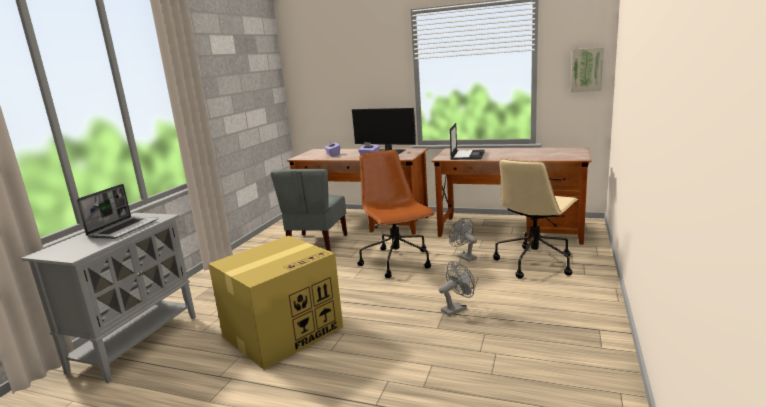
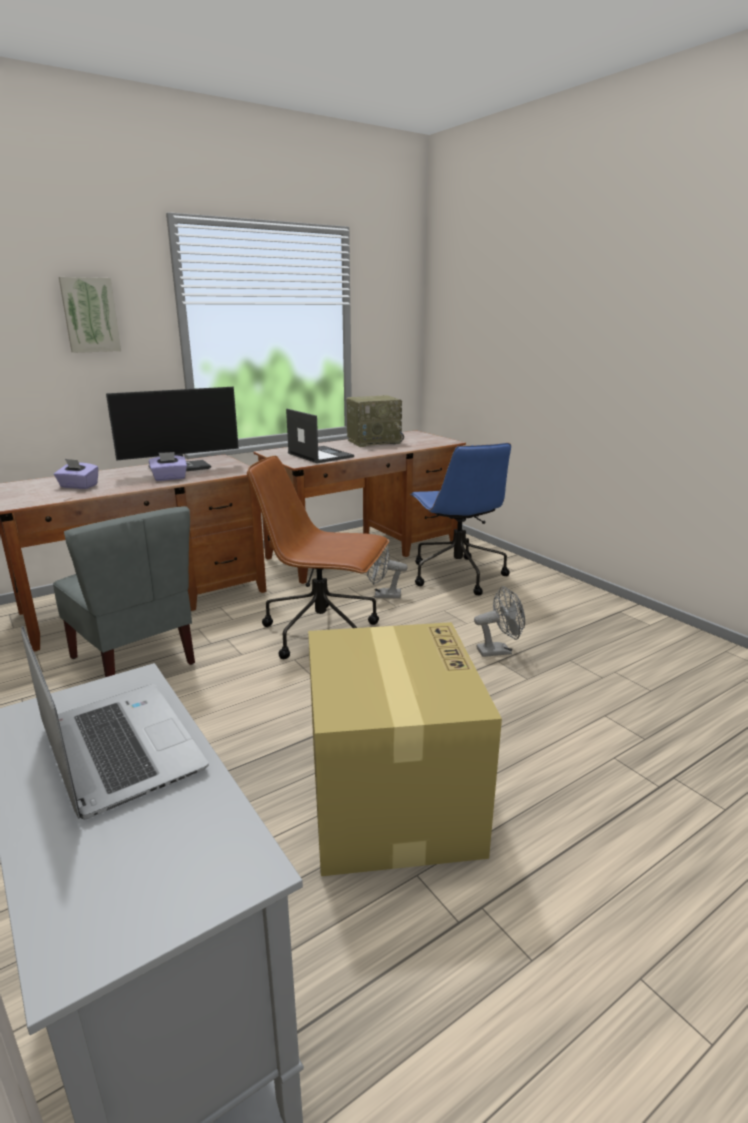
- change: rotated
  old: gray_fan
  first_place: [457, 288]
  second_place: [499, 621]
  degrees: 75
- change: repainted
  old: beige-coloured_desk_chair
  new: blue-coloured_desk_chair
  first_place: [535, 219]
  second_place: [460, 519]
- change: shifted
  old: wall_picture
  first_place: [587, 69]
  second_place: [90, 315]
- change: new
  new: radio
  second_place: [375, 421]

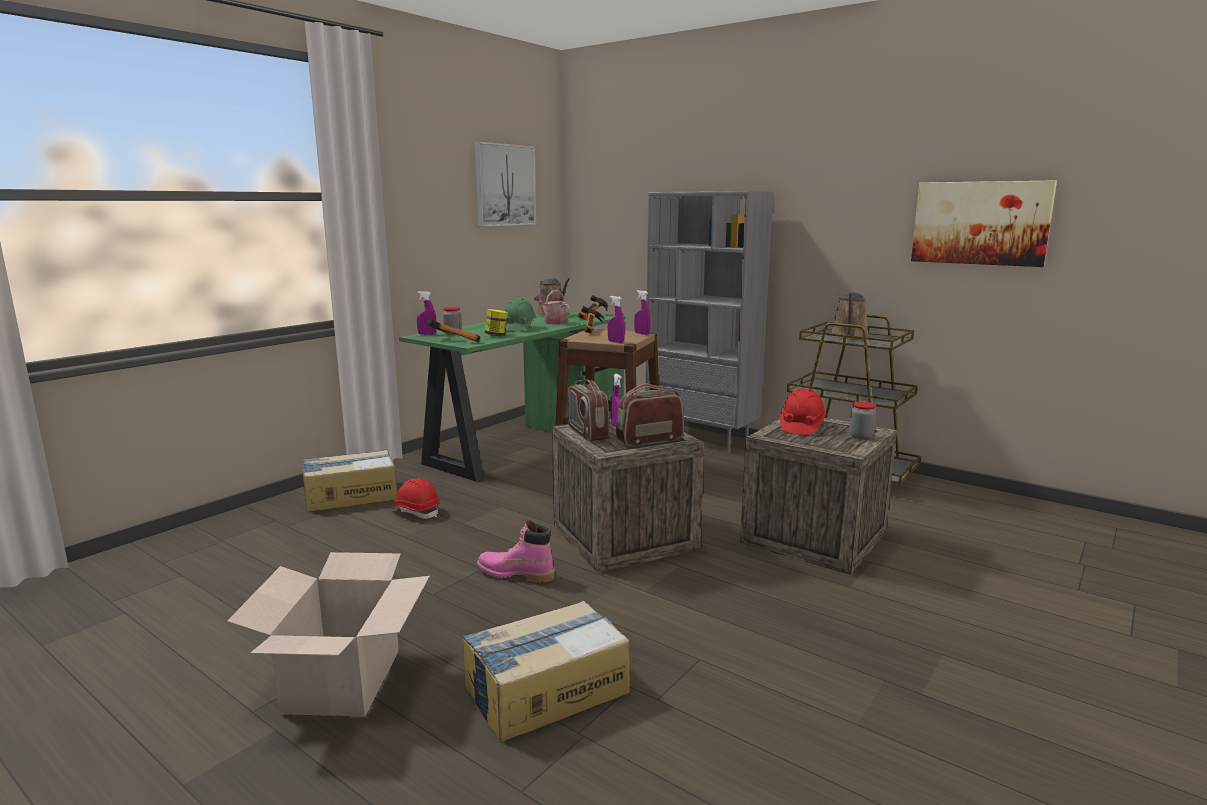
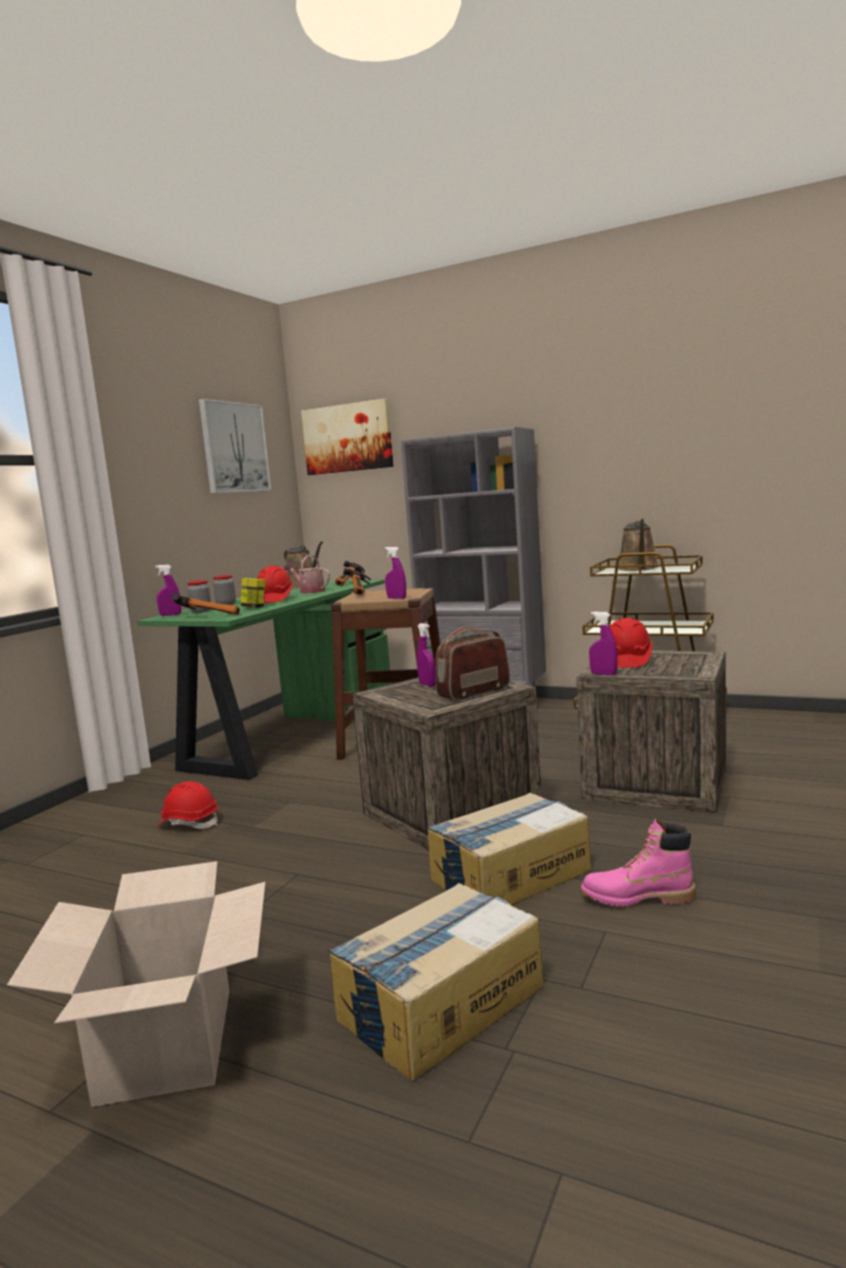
- change: shifted
  old: cardboard_box
  first_place: [350, 481]
  second_place: [508, 849]
- change: shifted
  old: pink_tall_boot
  first_place: [516, 551]
  second_place: [638, 862]
- change: repainted
  old: greenish_hard_hat
  new: red-coloured_hard_hat
  first_place: [520, 314]
  second_place: [275, 584]
- change: gone
  old: radio
  first_place: [588, 410]
- change: shifted
  old: purple_hand_sprayer
  first_place: [642, 312]
  second_place: [603, 643]
- change: shifted
  old: preserve_jar
  first_place: [862, 420]
  second_place: [224, 590]
- change: shifted
  old: wall_picture
  first_place: [984, 223]
  second_place: [347, 436]

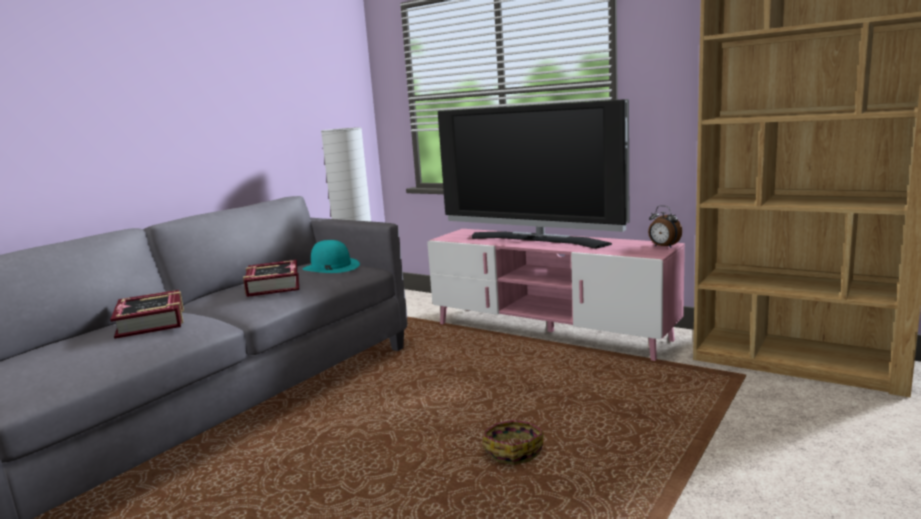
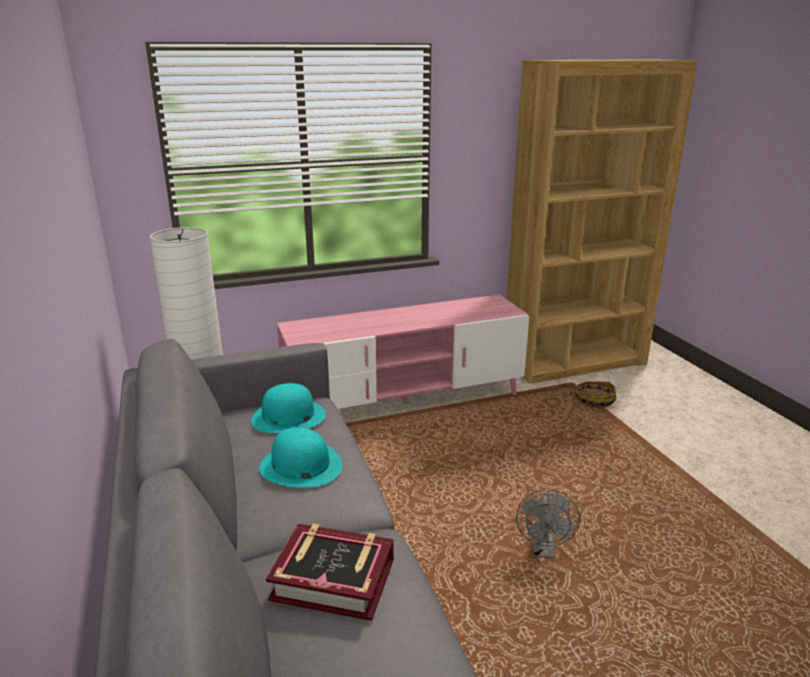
- change: swapped
  old: book
  new: turquoise-coloured_clothing_hat
  first_place: [271, 278]
  second_place: [300, 457]
- change: gone
  old: television
  first_place: [533, 174]
- change: shifted
  old: basket
  first_place: [513, 442]
  second_place: [593, 394]
- change: gone
  old: alarm_clock
  first_place: [665, 226]
- change: new
  new: gray_fan
  second_place: [548, 524]

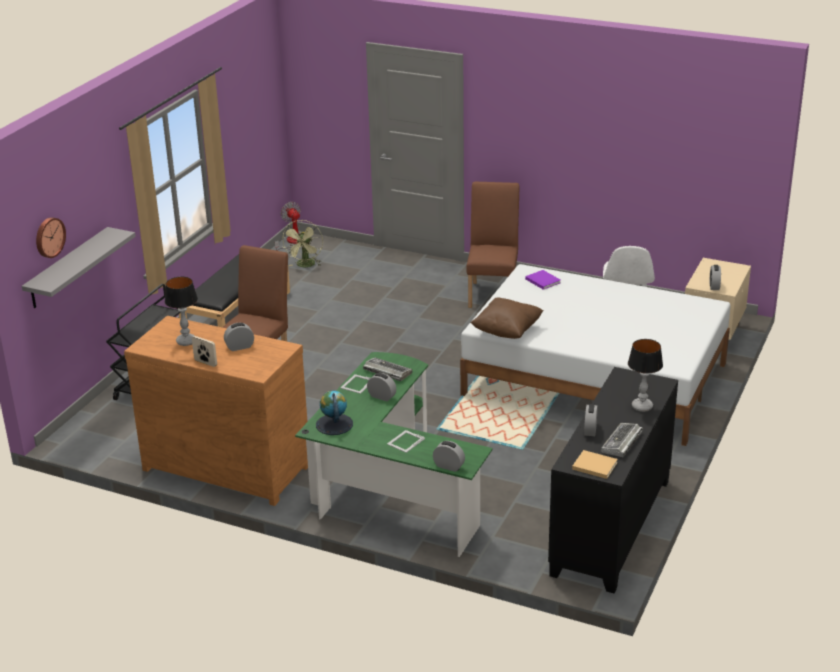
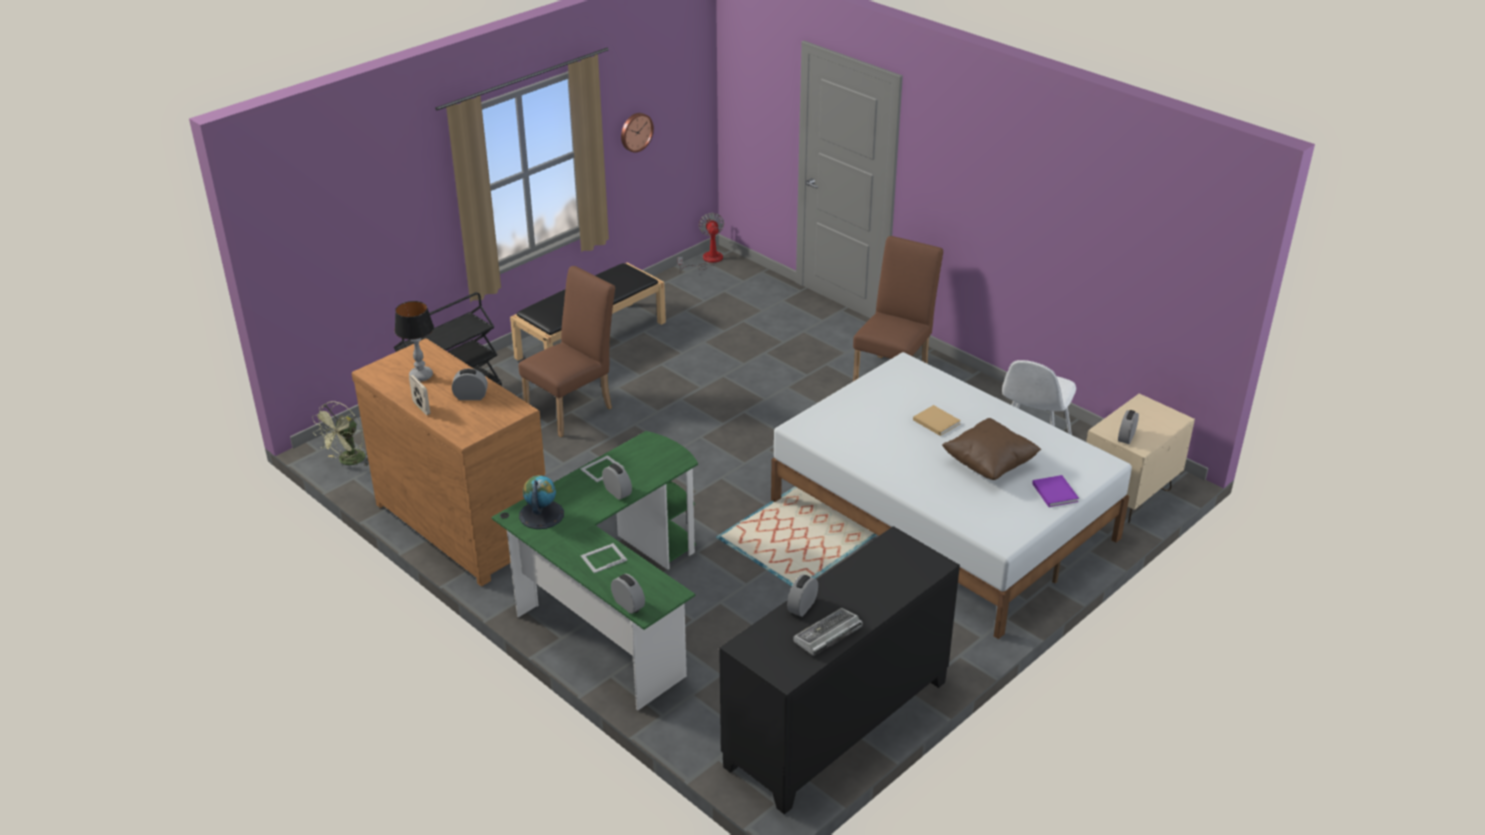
- change: gone
  old: gray_bracket_shelf
  first_place: [79, 267]
- change: shifted
  old: wall_clock
  first_place: [51, 237]
  second_place: [637, 133]
- change: shifted
  old: greenish_fan
  first_place: [302, 243]
  second_place: [340, 434]
- change: gone
  old: computer_keyboard
  first_place: [387, 369]
- change: shifted
  old: brown-coloured_cushion
  first_place: [507, 318]
  second_place: [991, 449]
- change: shifted
  old: purple_book
  first_place: [543, 280]
  second_place: [1055, 491]
- change: shifted
  old: beige-coloured_book
  first_place: [595, 464]
  second_place: [937, 420]
- change: gone
  old: lamp_for_a_table
  first_place: [645, 375]

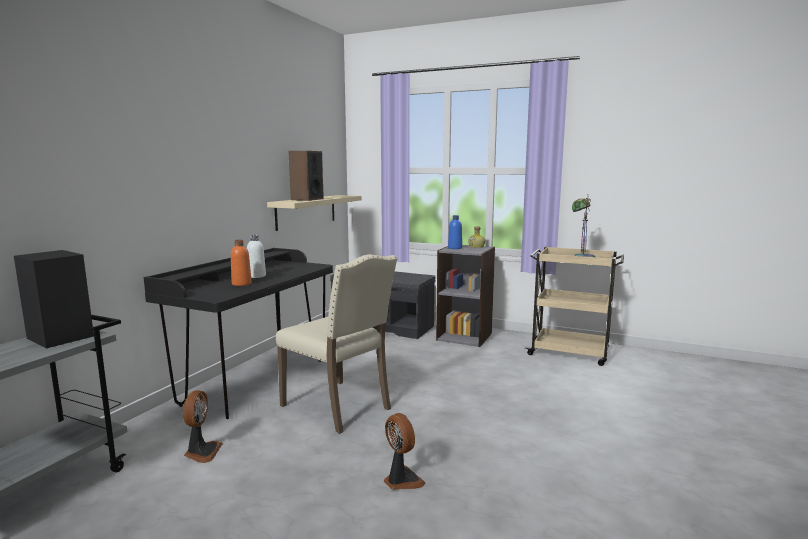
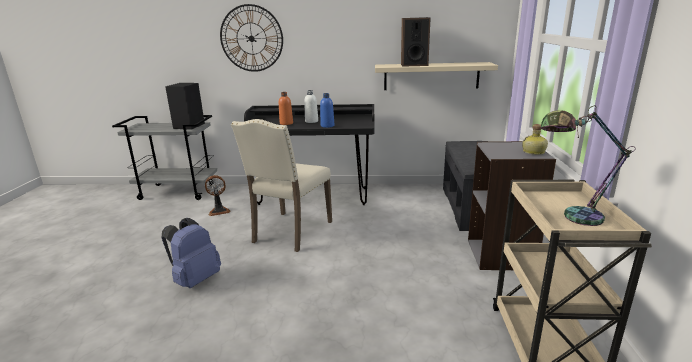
- change: swapped
  old: fan
  new: blue-coloured_knapsack
  first_place: [404, 451]
  second_place: [191, 253]
- change: shifted
  old: blue-coloured_beverage_bottle
  first_place: [455, 232]
  second_place: [327, 110]
- change: new
  new: wall_clock
  second_place: [251, 38]

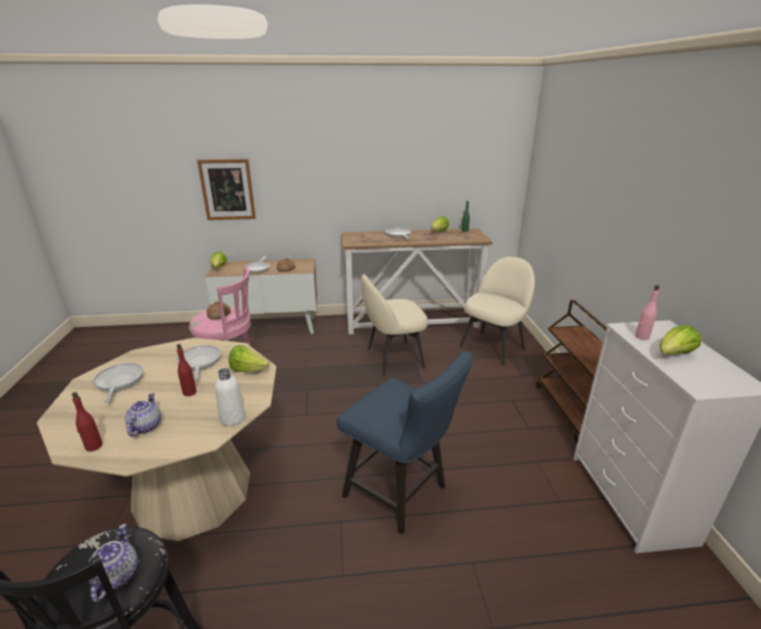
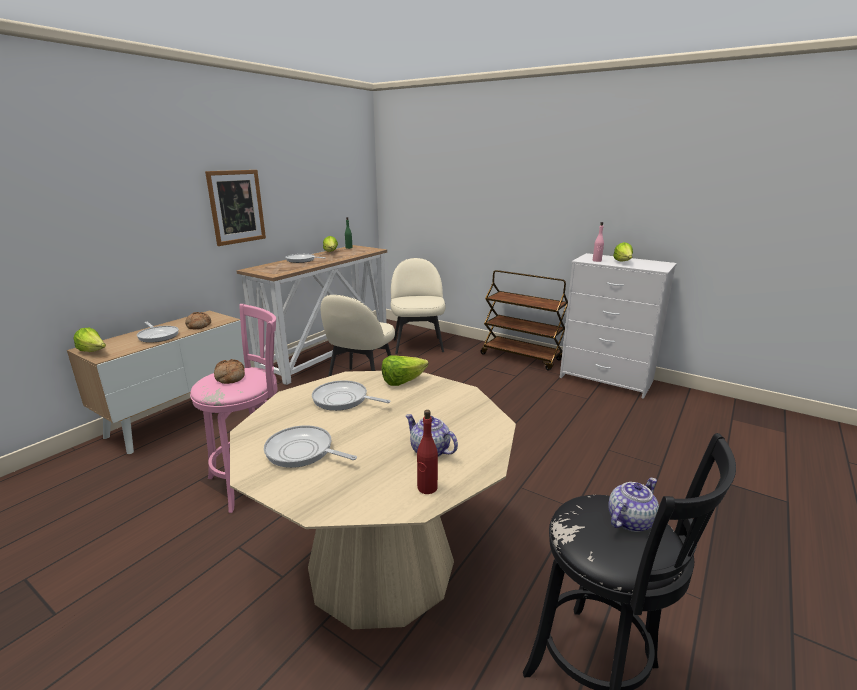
- change: rotated
  old: tea_pot
  first_place: [113, 563]
  second_place: [633, 505]
  degrees: 105
- change: gone
  old: red-coloured_beverage_bottle
  first_place: [186, 370]
- change: shifted
  old: wall_picture
  first_place: [226, 189]
  second_place: [235, 208]
- change: gone
  old: whitish_beverage_bottle
  first_place: [230, 397]
- change: gone
  old: blue-coloured_plain_chair
  first_place: [405, 442]

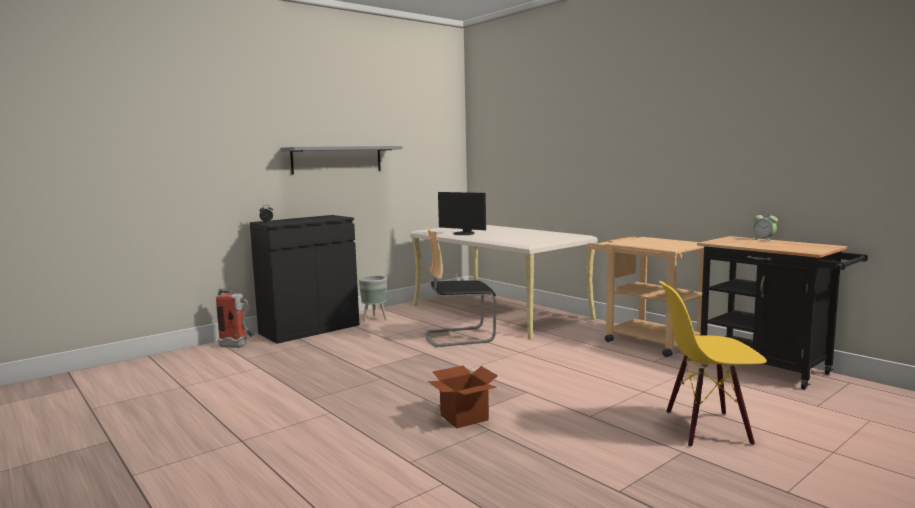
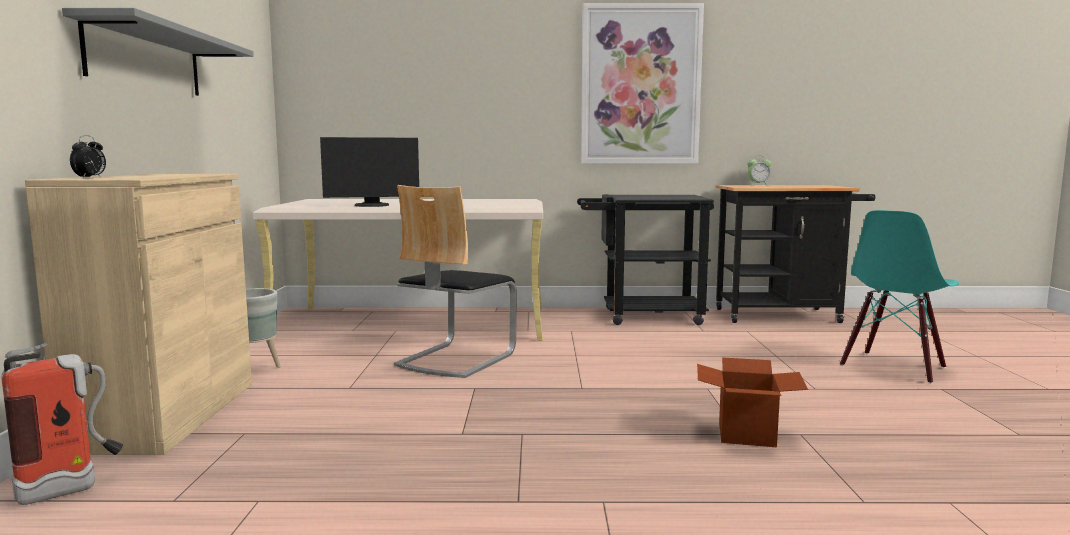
- change: repainted
  old: black_cupboard
  new: beige-coloured_cupboard
  first_place: [304, 279]
  second_place: [138, 314]
- change: repainted
  old: beige-coloured_wheeled_cart
  new: black_wheeled_cart
  first_place: [645, 297]
  second_place: [645, 259]
- change: repainted
  old: yellow-coloured_plain_chair
  new: turquoise-coloured_plain_chair
  first_place: [713, 364]
  second_place: [899, 297]
- change: new
  new: wall_picture
  second_place: [642, 83]

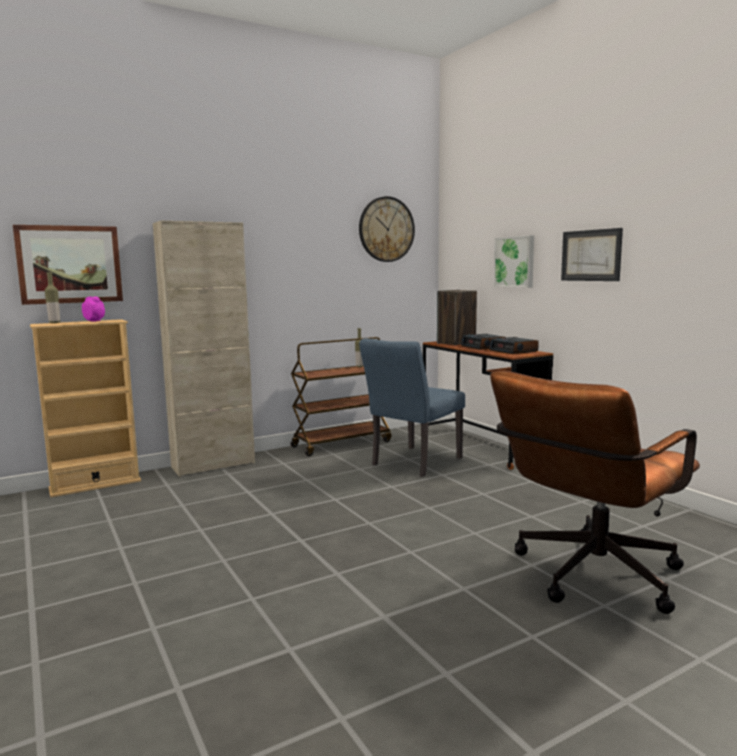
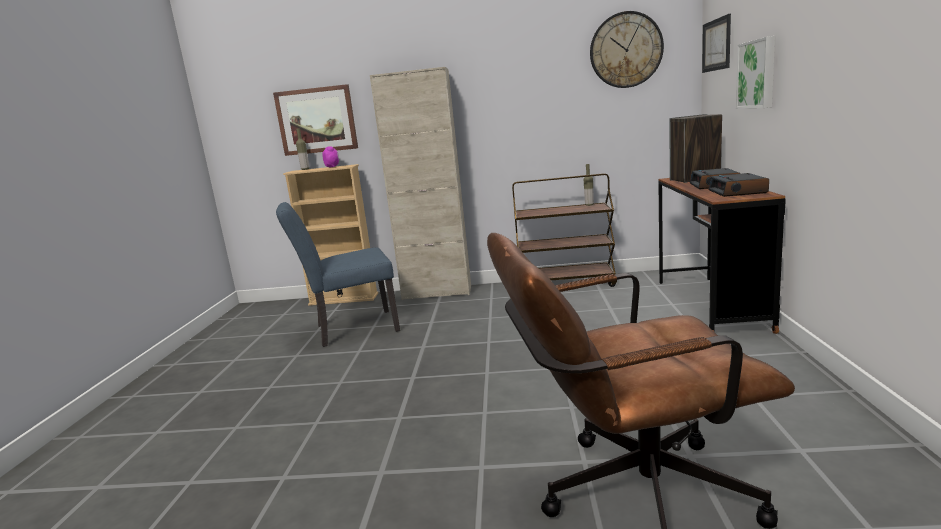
- change: shifted
  old: blue-coloured_plain_chair
  first_place: [412, 407]
  second_place: [338, 274]
- change: shifted
  old: wall_picture
  first_place: [592, 254]
  second_place: [716, 43]

